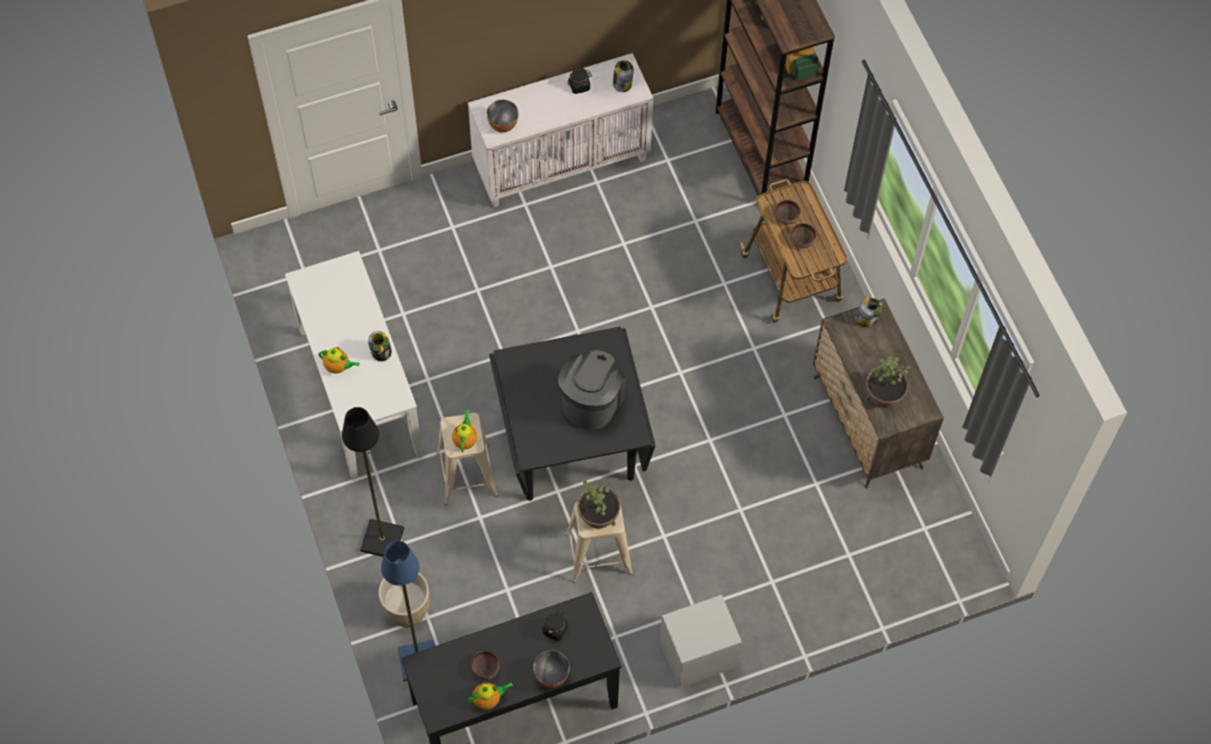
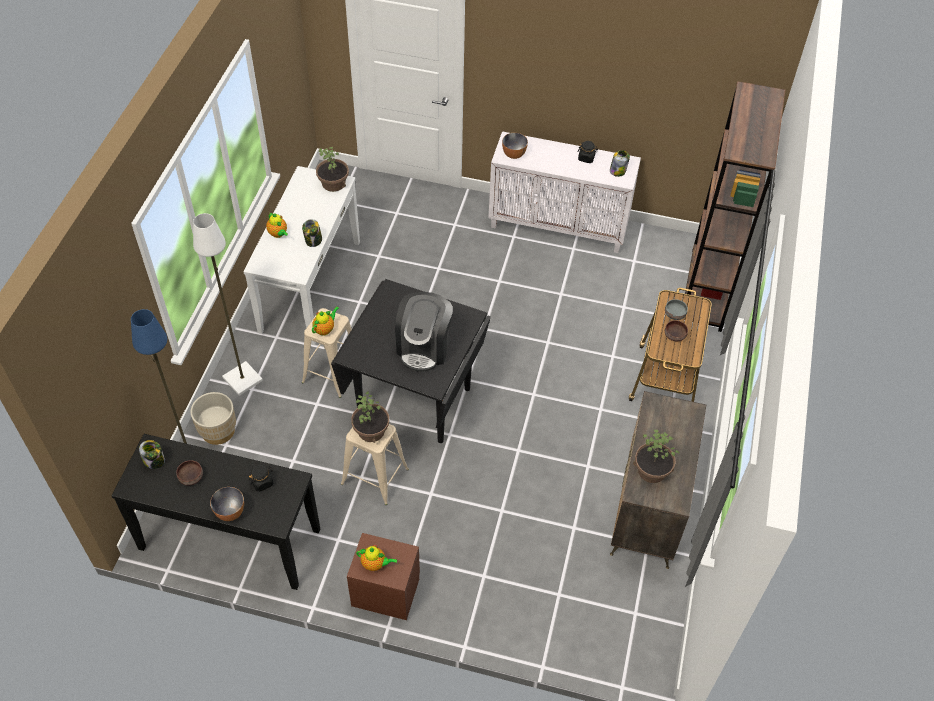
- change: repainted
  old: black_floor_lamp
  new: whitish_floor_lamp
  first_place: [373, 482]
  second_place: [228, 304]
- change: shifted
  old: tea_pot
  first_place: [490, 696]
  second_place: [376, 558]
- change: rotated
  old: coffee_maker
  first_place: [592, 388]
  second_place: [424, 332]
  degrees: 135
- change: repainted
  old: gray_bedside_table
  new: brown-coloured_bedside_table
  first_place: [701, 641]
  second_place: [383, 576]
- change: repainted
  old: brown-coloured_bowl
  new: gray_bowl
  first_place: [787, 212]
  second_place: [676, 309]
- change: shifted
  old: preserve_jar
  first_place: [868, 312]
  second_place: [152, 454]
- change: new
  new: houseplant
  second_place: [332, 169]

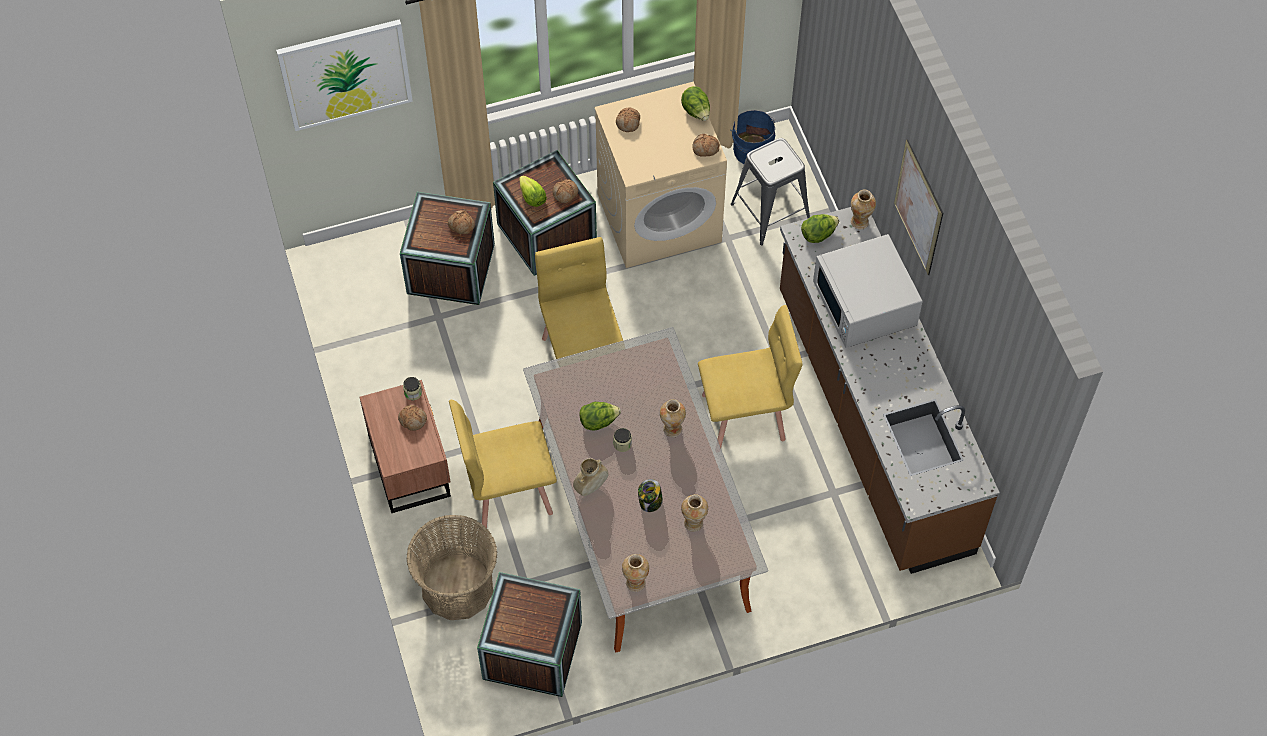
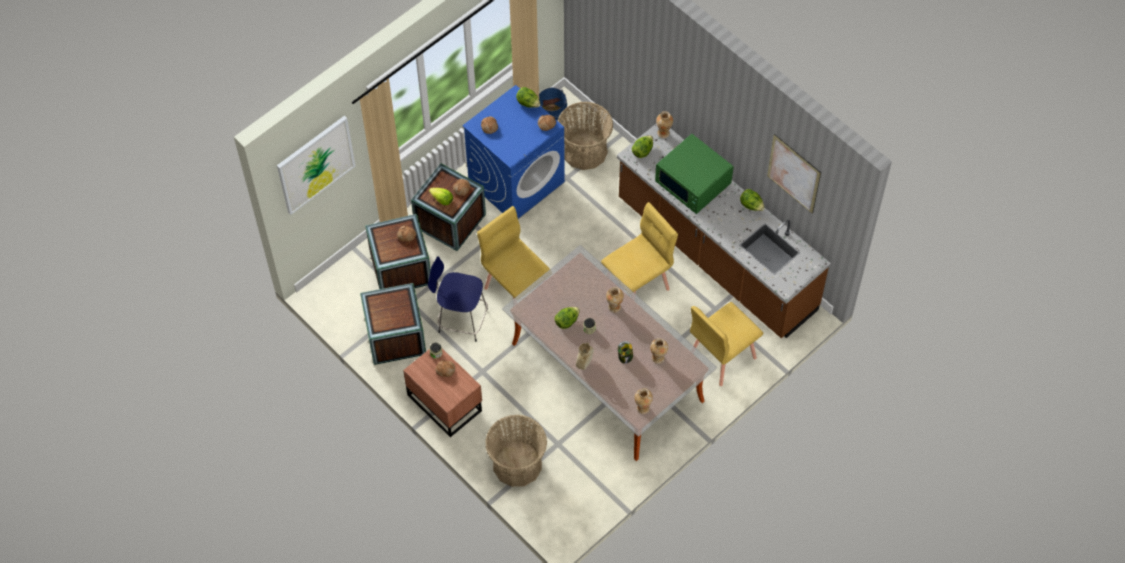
- change: shifted
  old: yellow-coloured_plain_chair
  first_place: [503, 464]
  second_place: [726, 344]
- change: shifted
  old: packing_crate
  first_place: [529, 634]
  second_place: [393, 324]
- change: repainted
  old: beige-coloured_laundry_appliance
  new: blue-coloured_laundry_appliance
  first_place: [660, 174]
  second_place: [513, 152]
- change: swapped
  old: gray_stool
  new: basket
  first_place: [770, 191]
  second_place: [585, 136]
- change: repainted
  old: whitish_microwave_oven
  new: greenish_microwave_oven
  first_place: [867, 291]
  second_place: [694, 174]
- change: shifted
  old: wall_picture
  first_place: [918, 207]
  second_place: [794, 174]
- change: new
  new: blue-coloured_stool
  second_place: [458, 299]
- change: new
  new: lettuce_head
  second_place: [752, 200]

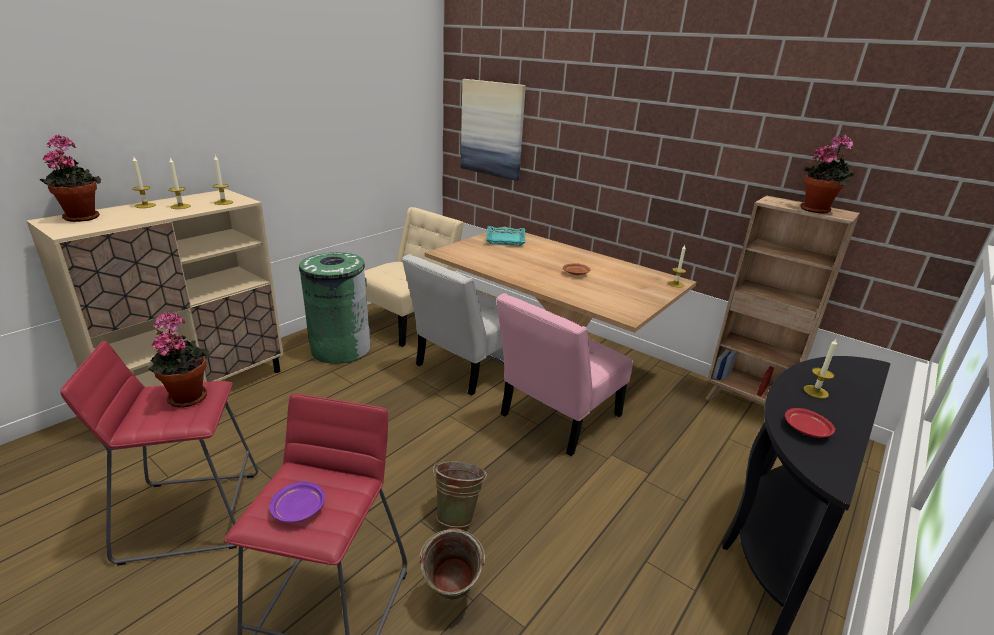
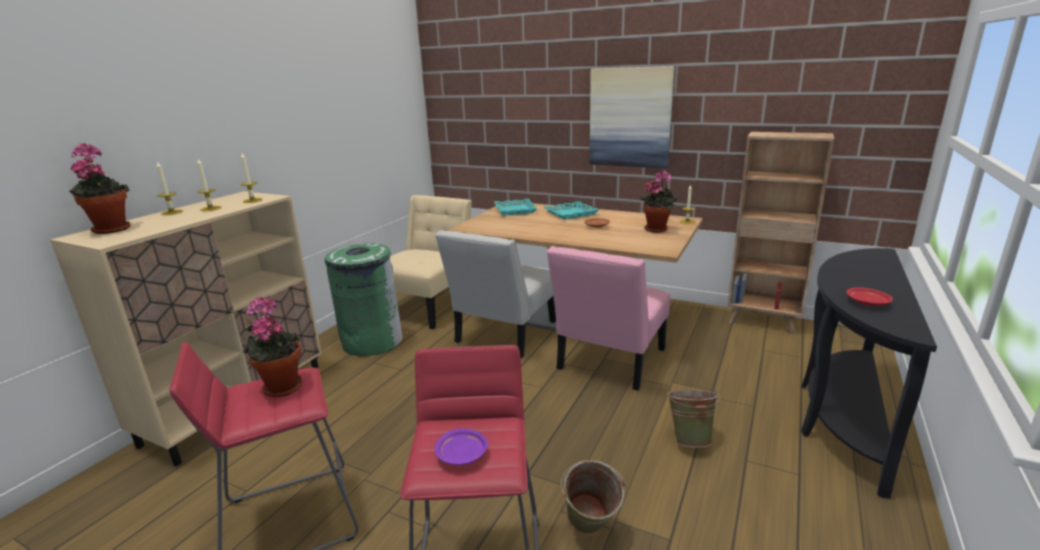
- change: shifted
  old: greenish_bucket
  first_place: [460, 494]
  second_place: [693, 419]
- change: shifted
  old: wall_picture
  first_place: [493, 130]
  second_place: [632, 117]
- change: shifted
  old: houseplant
  first_place: [827, 174]
  second_place: [658, 201]
- change: gone
  old: candle
  first_place: [820, 369]
- change: new
  new: turquoise-coloured_tray
  second_place: [571, 210]

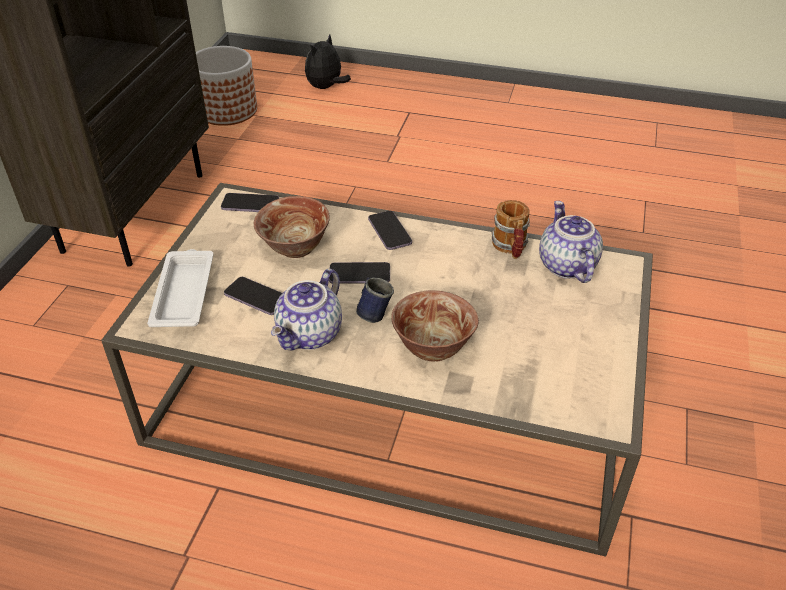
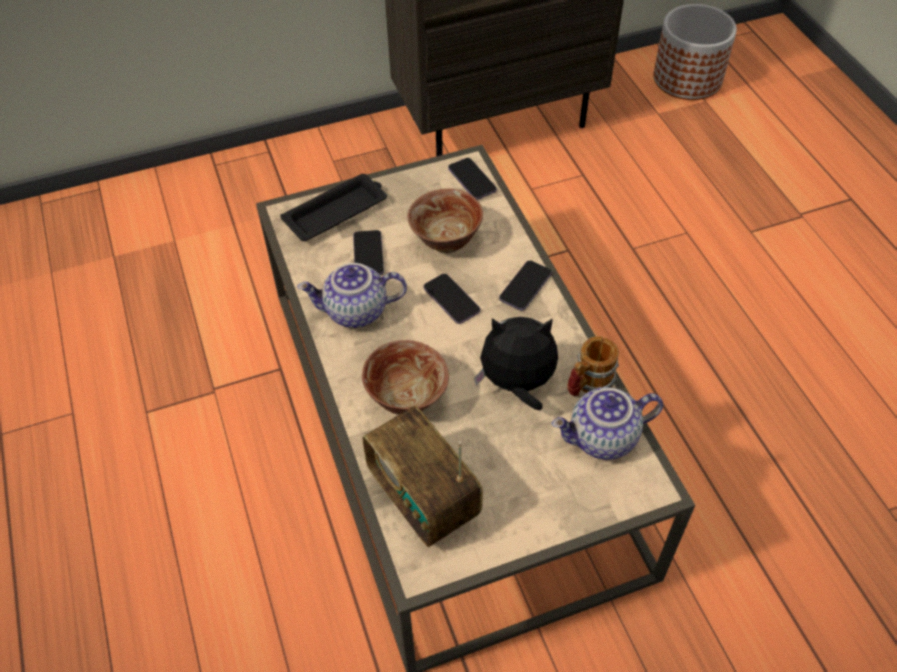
- change: repainted
  old: whitish_tray
  new: black_tray
  first_place: [180, 288]
  second_place: [333, 207]
- change: shifted
  old: soft_toy
  first_place: [328, 61]
  second_place: [516, 363]
- change: gone
  old: blue-coloured_mug
  first_place: [375, 300]
- change: rotated
  old: tea_pot
  first_place: [571, 242]
  second_place: [607, 423]
  degrees: -150
- change: new
  new: radio
  second_place: [422, 476]

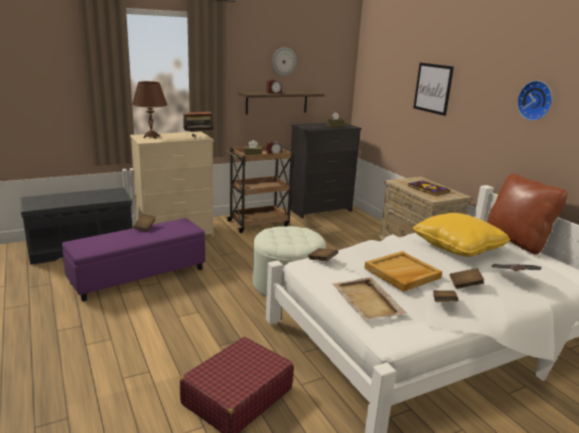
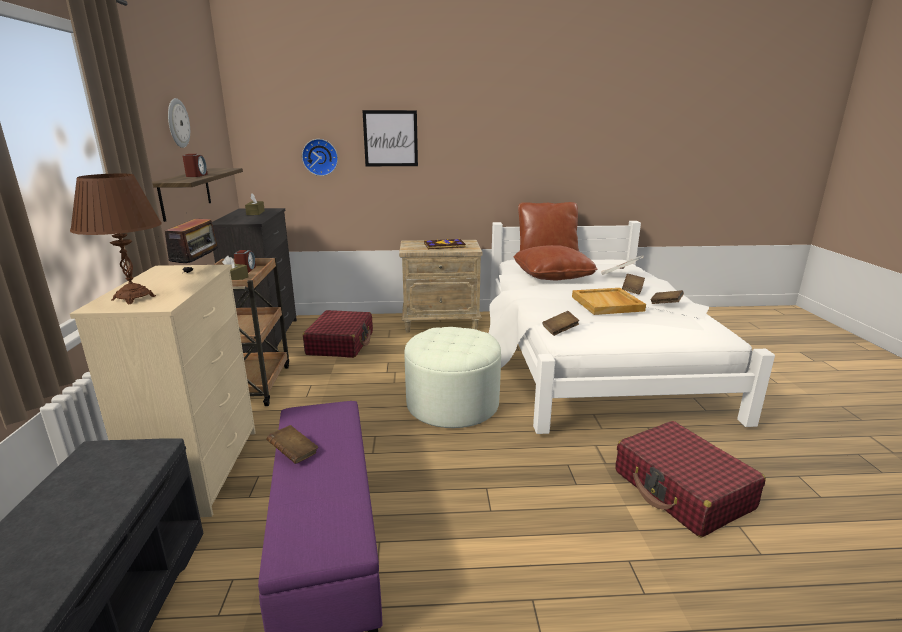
- change: gone
  old: beige-coloured_tray
  first_place: [369, 298]
- change: repainted
  old: yellow-coloured_cushion
  new: brown-coloured_cushion
  first_place: [461, 235]
  second_place: [555, 262]
- change: shifted
  old: wall_clock
  first_place: [534, 101]
  second_place: [320, 157]
- change: new
  new: red-coloured_travel_case
  second_place: [338, 334]

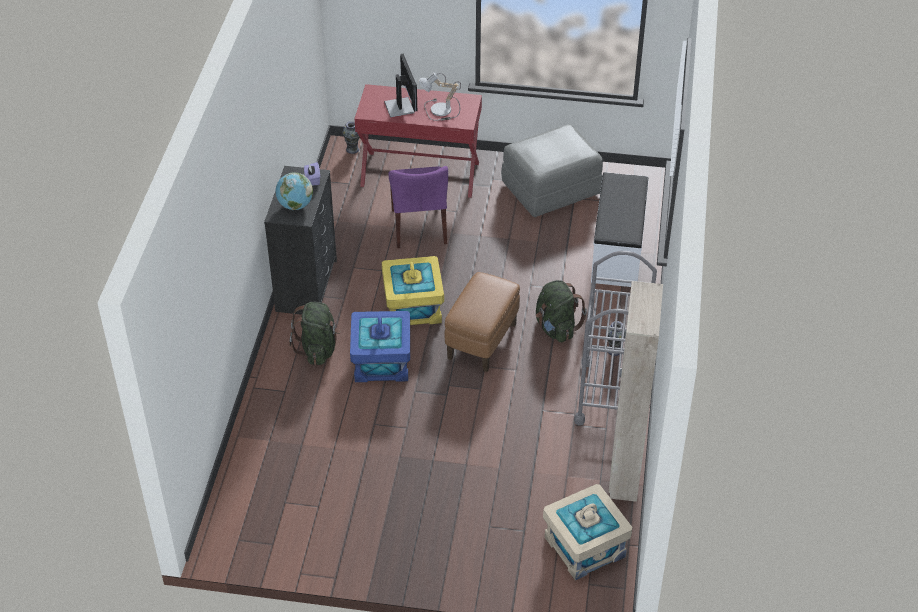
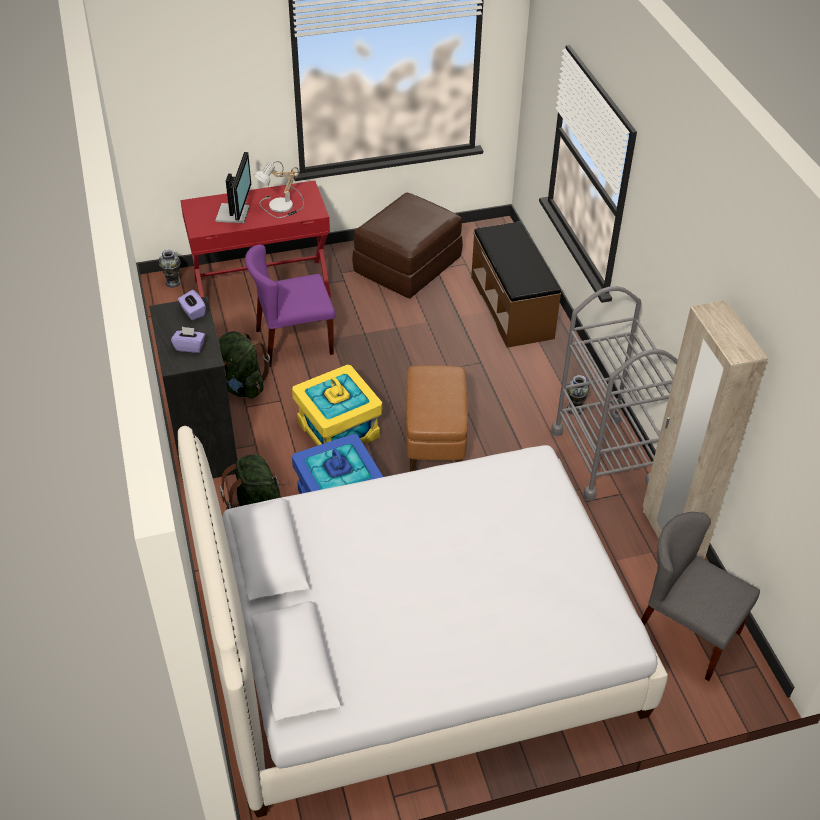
- change: swapped
  old: desk_globe
  new: purple_box_of_tissues
  first_place: [294, 191]
  second_place: [188, 340]
- change: rotated
  old: computer_display
  first_place: [400, 85]
  second_place: [233, 188]
  degrees: 45
- change: rotated
  old: purple_plain_chair
  first_place: [418, 207]
  second_place: [290, 306]
  degrees: 105
- change: repainted
  old: gray_footrest
  new: brown-coloured_footrest
  first_place: [552, 170]
  second_place: [407, 246]
- change: shifted
  old: greenish_knapsack
  first_place: [561, 311]
  second_place: [244, 365]
- change: swapped
  old: beige-coloured_storage_container
  new: gray_plain_chair
  first_place: [588, 532]
  second_place: [700, 596]
- change: repainted
  old: whitish_long_seat
  new: brown-coloured_long_seat
  first_place: [620, 229]
  second_place: [516, 284]
- change: new
  new: whitish_sleeping_bed
  second_place: [423, 622]

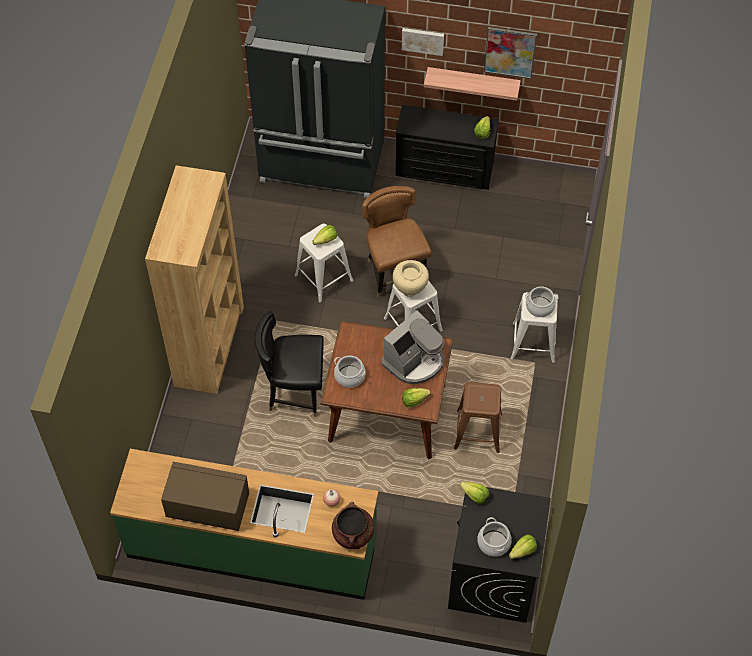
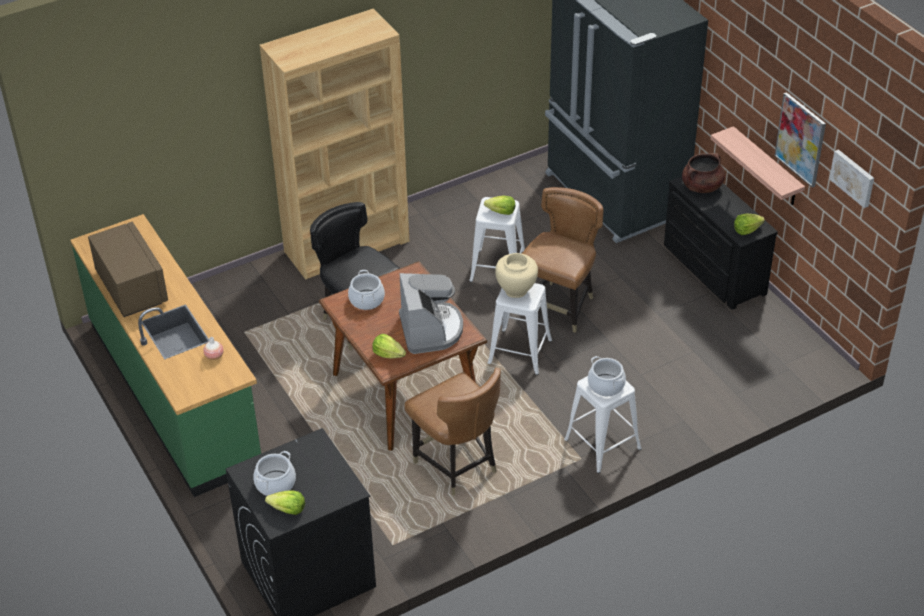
- change: shifted
  old: brown-coloured_cooking_pot
  first_place: [353, 525]
  second_place: [703, 173]
- change: rotated
  old: coffee_maker
  first_place: [413, 347]
  second_place: [431, 313]
  degrees: -105
- change: shifted
  old: wall_picture
  first_place: [423, 42]
  second_place: [851, 178]
- change: swapped
  old: brown-coloured_stool
  new: brown-coloured_plain_chair
  first_place: [478, 417]
  second_place: [452, 432]
- change: gone
  old: lettuce_head
  first_place: [475, 493]

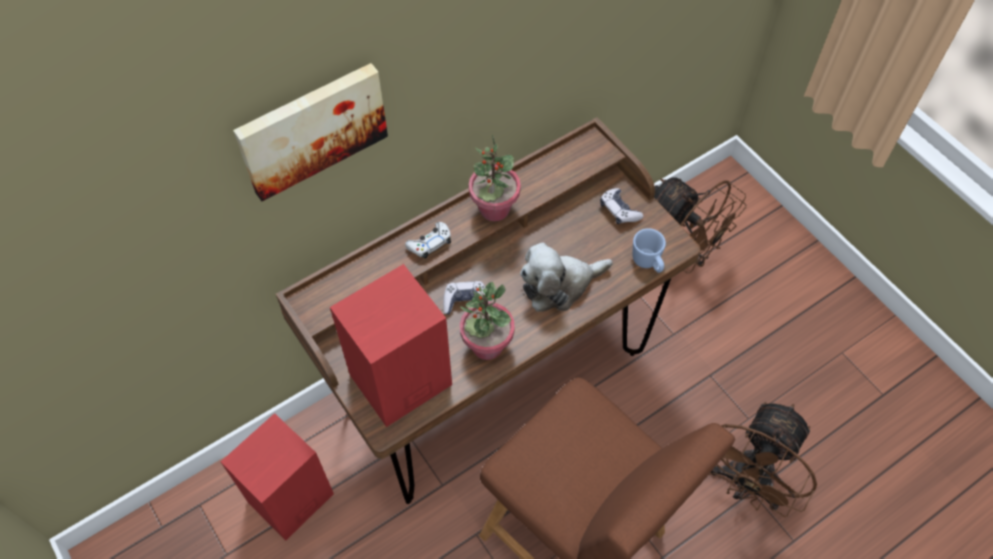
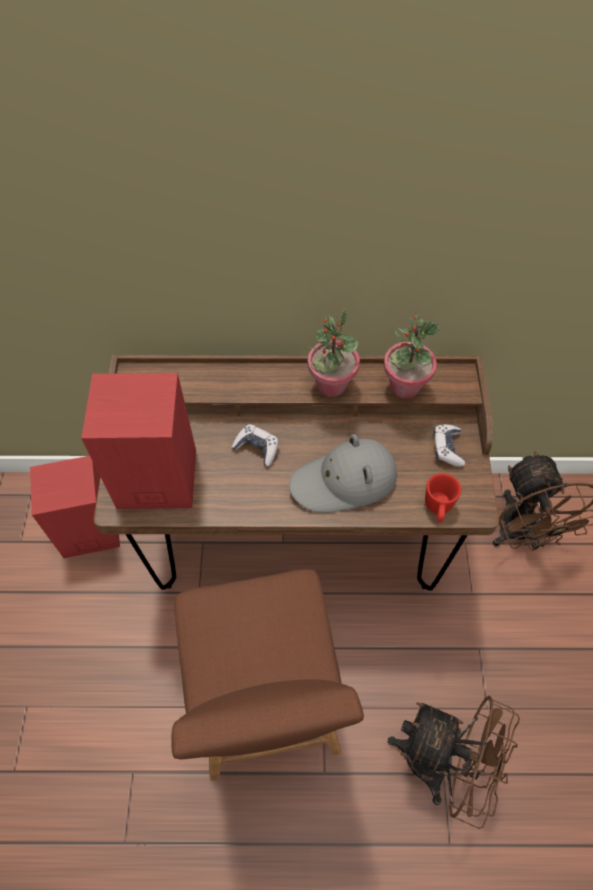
- change: gone
  old: wall_picture
  first_place: [310, 132]
- change: gone
  old: whitish_gamepad
  first_place: [428, 240]
- change: shifted
  old: houseplant
  first_place: [487, 321]
  second_place: [412, 357]
- change: swapped
  old: soft_toy
  new: gray_clothing_hat
  first_place: [566, 277]
  second_place: [343, 473]
- change: repainted
  old: blue-coloured_mug
  new: red-coloured_mug
  first_place: [649, 250]
  second_place: [443, 497]
- change: rotated
  old: brown-coloured_fan
  first_place: [763, 459]
  second_place: [454, 762]
  degrees: -135

